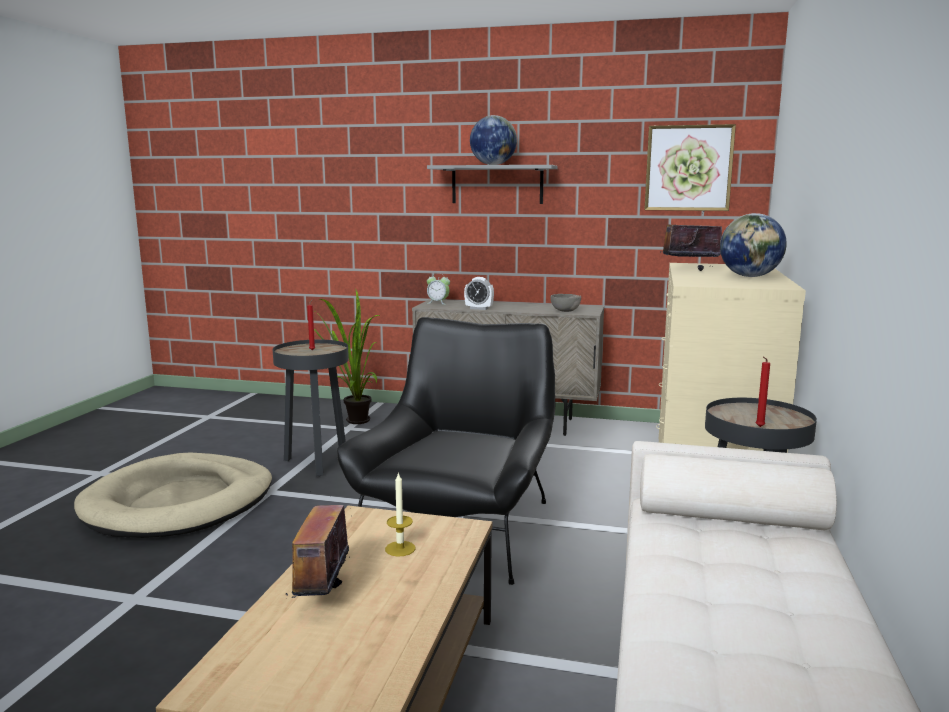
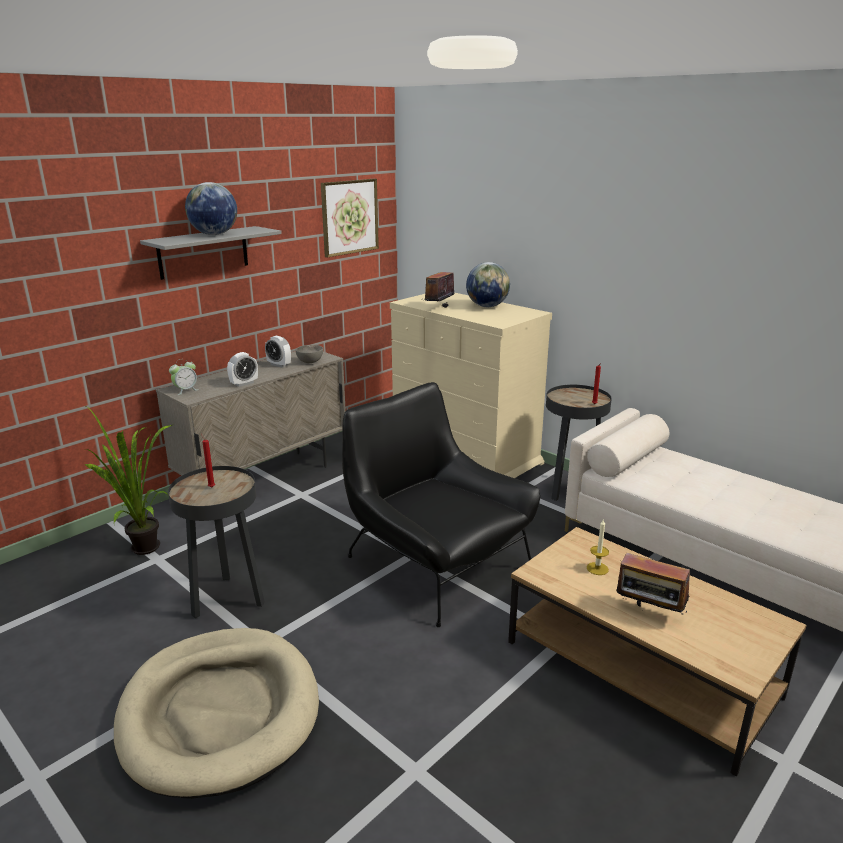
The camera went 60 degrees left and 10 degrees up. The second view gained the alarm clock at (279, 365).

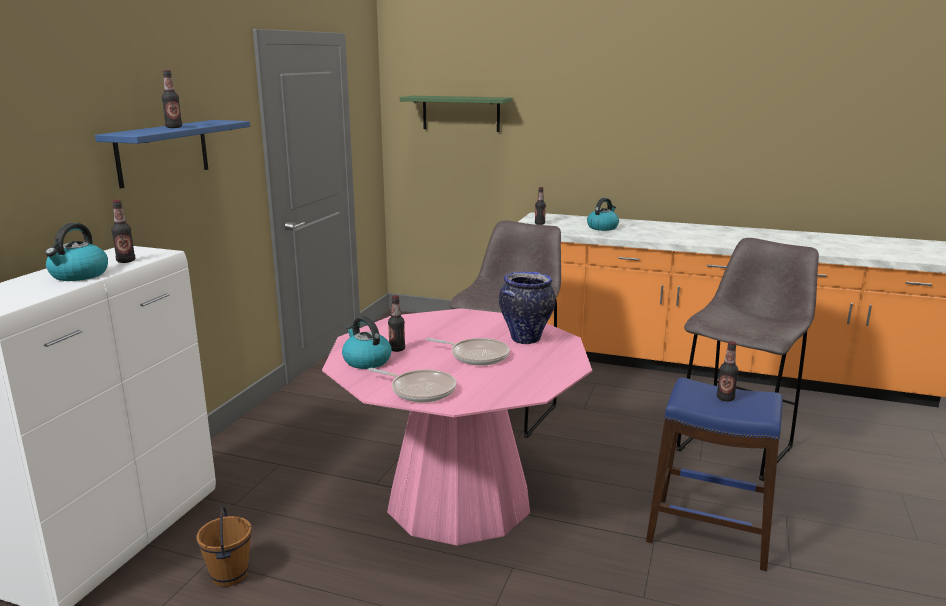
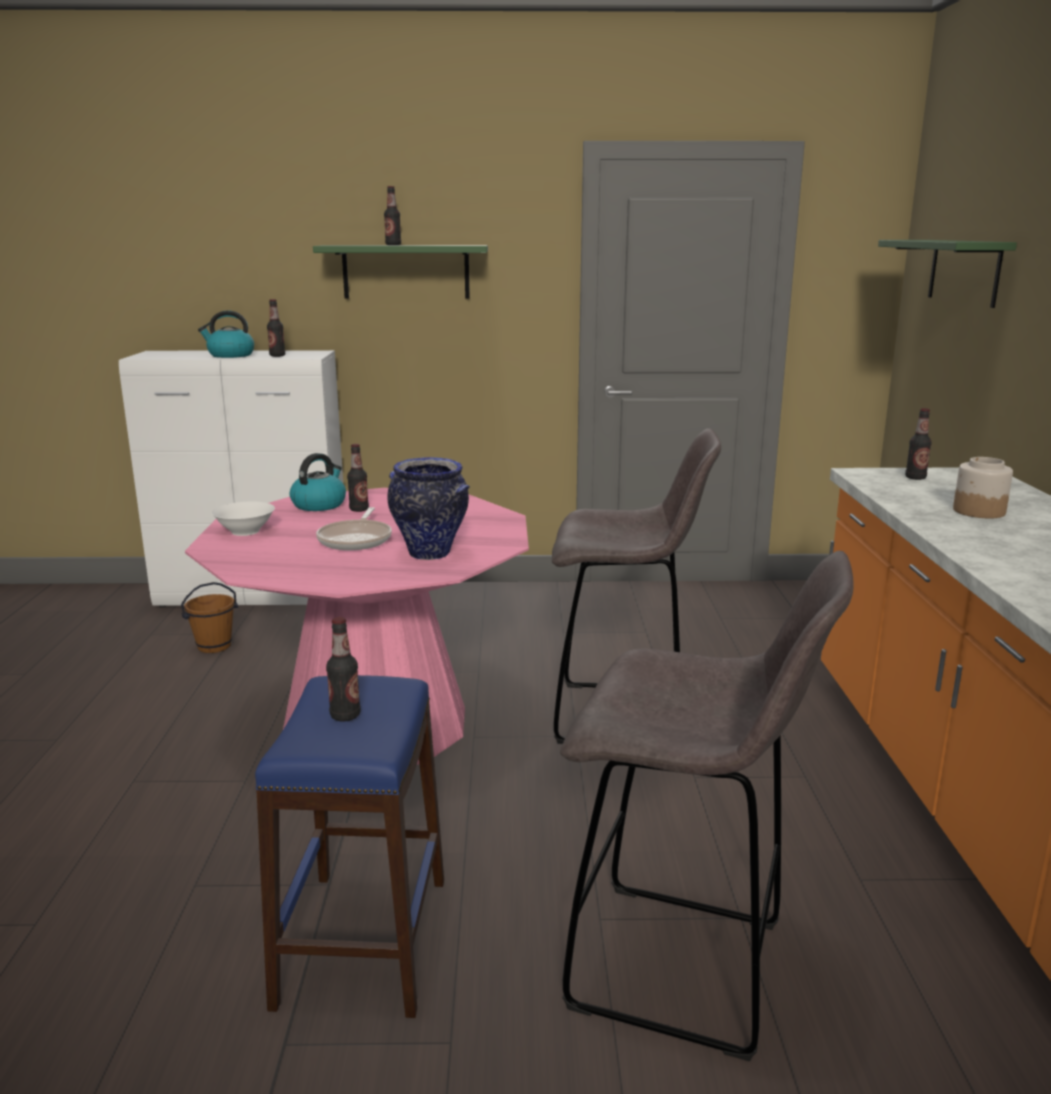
The camera went 70 degrees right and 0 degrees up. Where the skillet stood at (420, 390), the white deep dish came to stand at (246, 531). What was the bluish bracket shelf at (163, 152) turned into the green bracket shelf at (406, 272). Where the water kettle stood at (602, 227), the preserve jar came to stand at (978, 511).

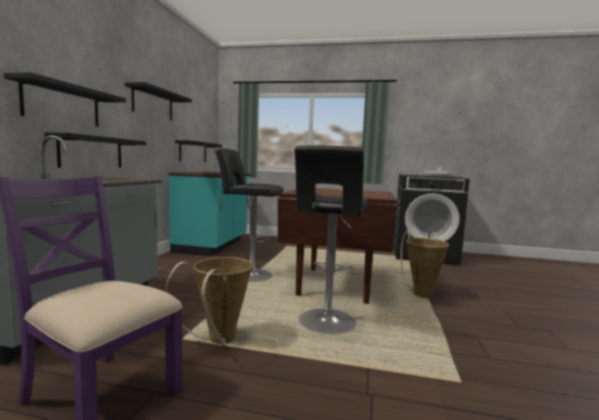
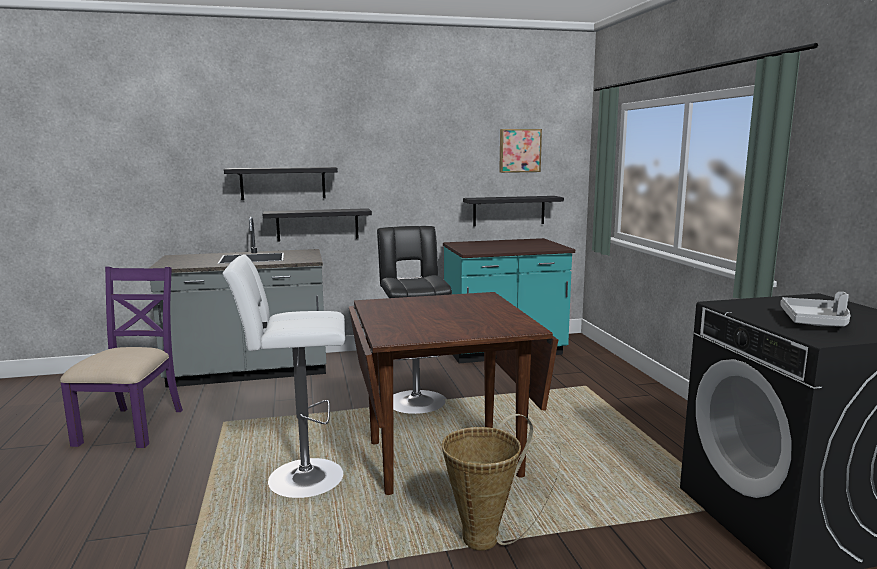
The camera went 65 degrees right and 5 degrees up. What was the black sitting stool at (326, 323) turned into the white sitting stool at (299, 478). The second view gained the wall art at (519, 150). The second view lost the black bracket shelf at (153, 104). The second view lost the household basket at (217, 341).

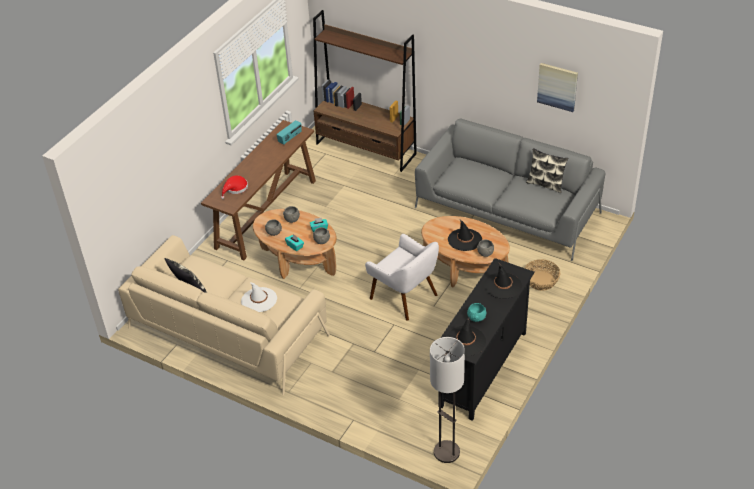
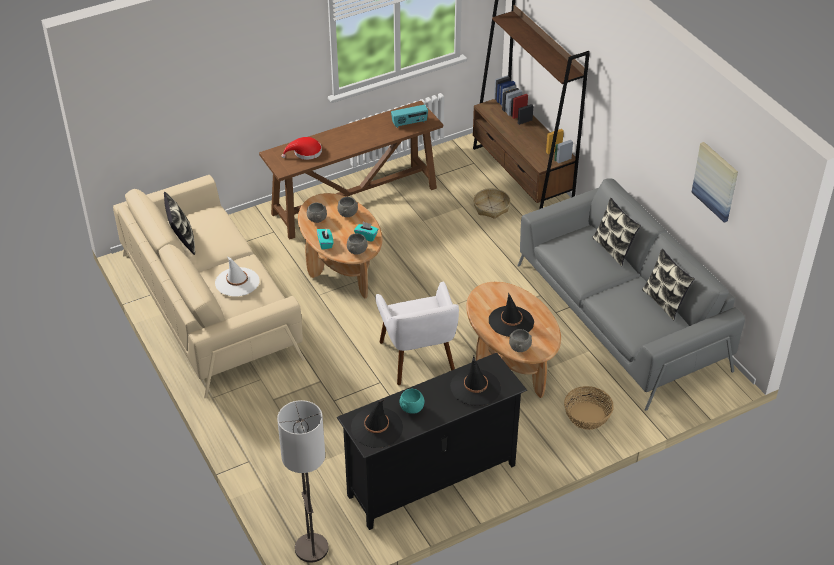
The camera went 30 degrees right and 0 degrees up. The second view gained the household basket at (491, 207). The second view gained the throw pillow at (613, 249).

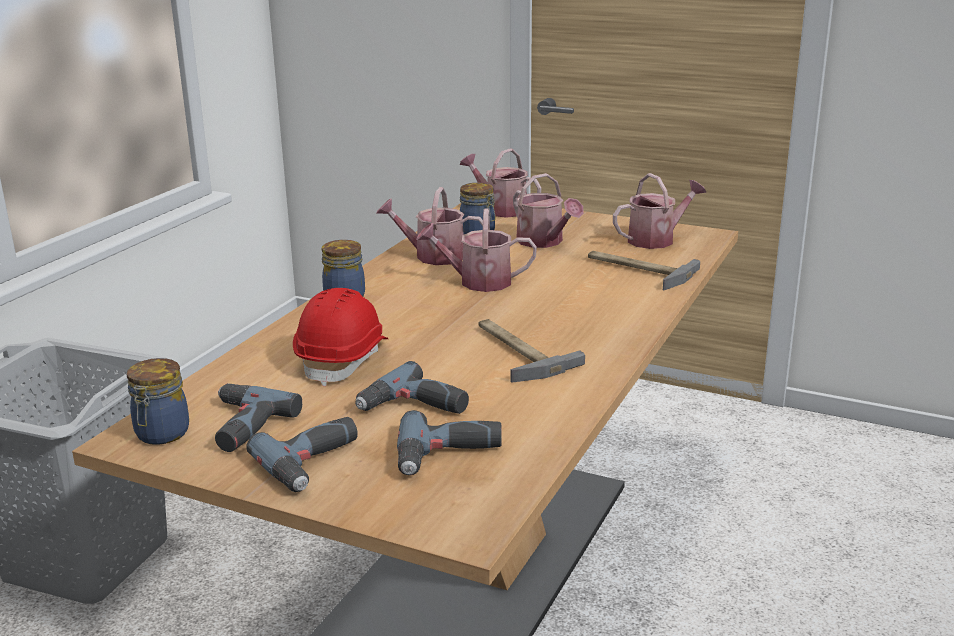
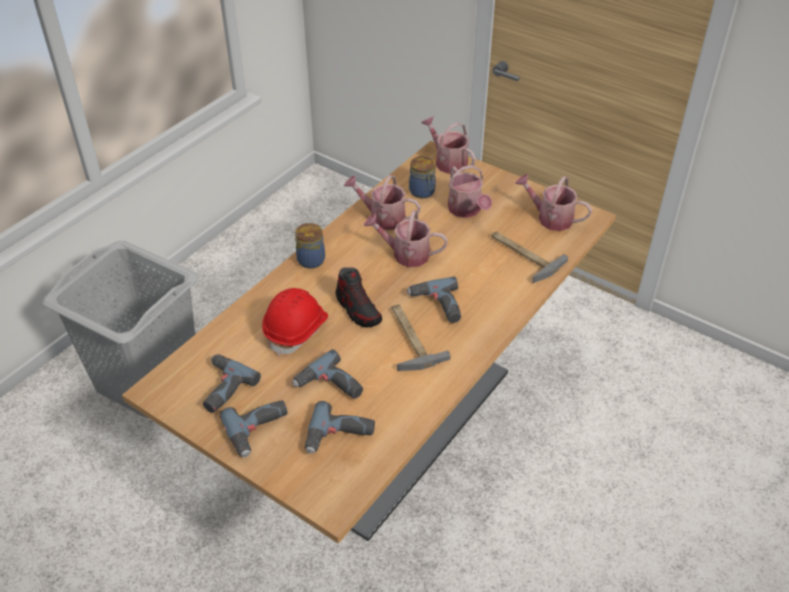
The camera went 10 degrees right and 20 degrees up. The second view gained the item of footwear at (358, 309). The second view gained the electric drill at (436, 306). The sprinkling can at (656, 239) ended up facing another way, 135 degrees counterclockwise from before. The second view lost the preserve jar at (161, 434).

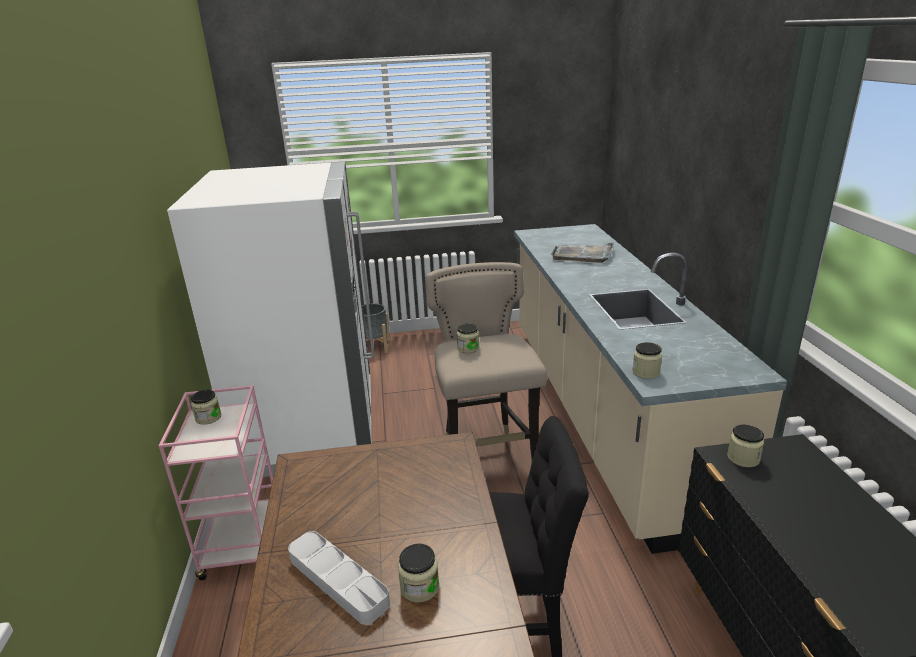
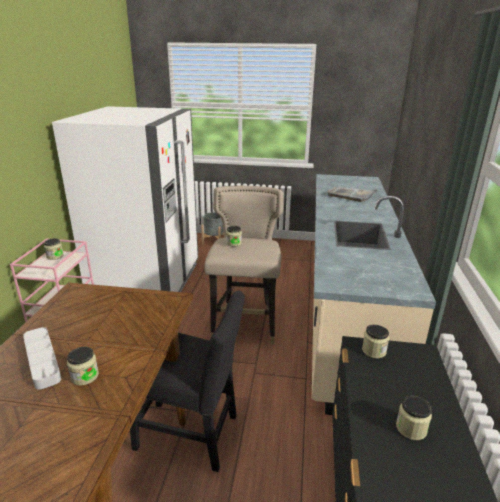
The camera went 15 degrees right and 0 degrees up. The preserve jar ended up elsewhere, having gone from (646, 372) to (411, 428).

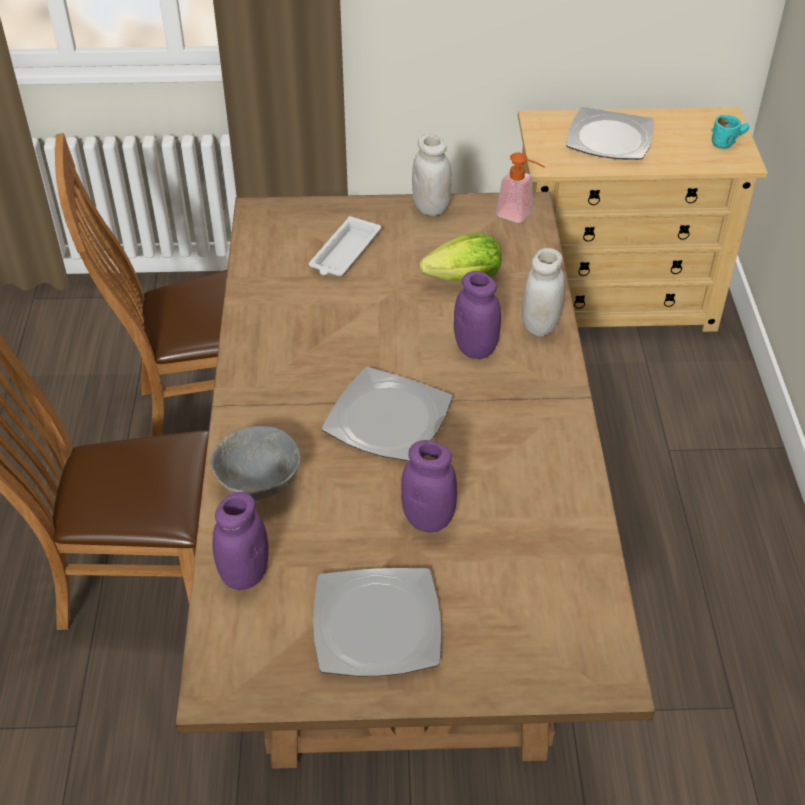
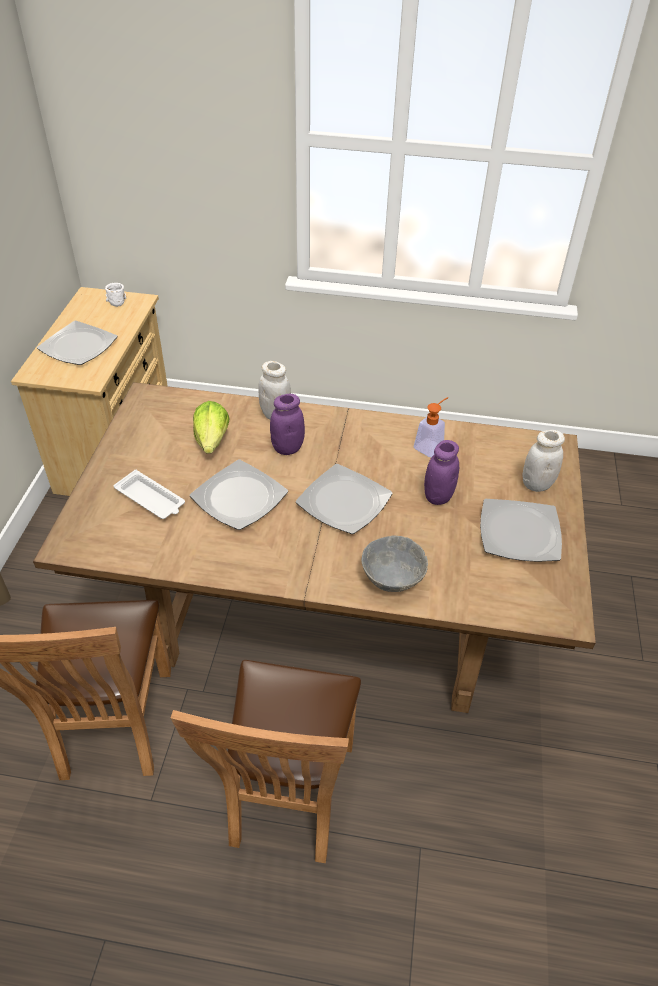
The camera went 80 degrees left and 0 degrees up. What was the turquoise-coloured tea mug at (728, 141) turned into the white tea mug at (116, 300). The second view gained the plate at (239, 498). The soap dispenser ended up elsewhere, having gone from (520, 215) to (431, 445). The white preserve jar ended up elsewhere, having gone from (431, 208) to (536, 484). The second view lost the purple preserve jar at (244, 574).

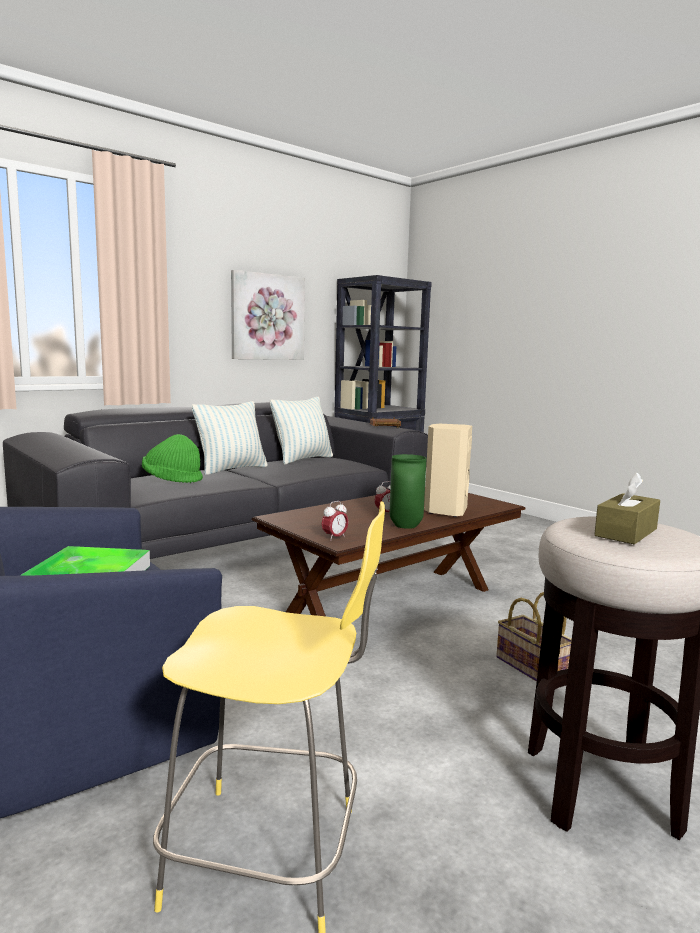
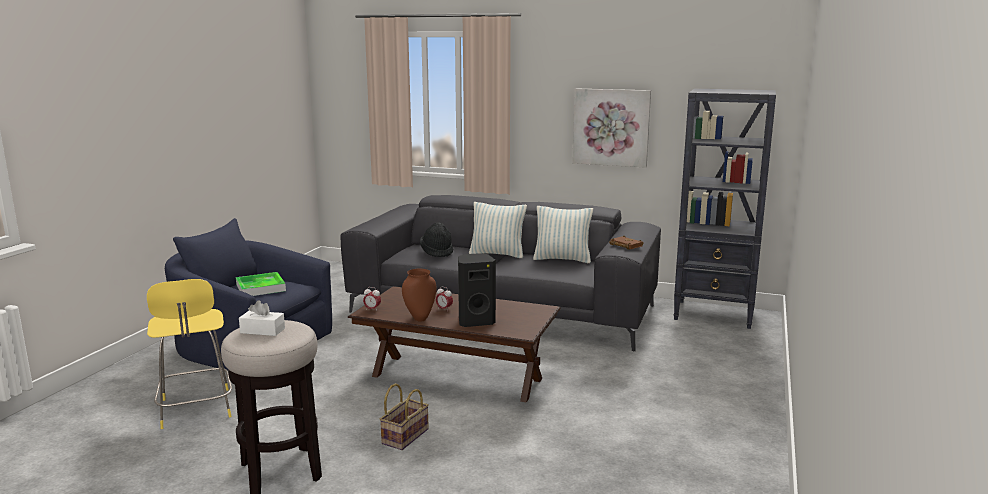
The camera went 60 degrees right and 5 degrees up. What was the brownish tissue box at (626, 532) turned into the white tissue box at (262, 331). What was the green flower vase at (404, 526) turned into the brownish flower vase at (420, 318). What was the green clothing hat at (172, 480) turned into the black clothing hat at (437, 252). What was the beige loudspeaker at (445, 511) turned into the black loudspeaker at (475, 321).

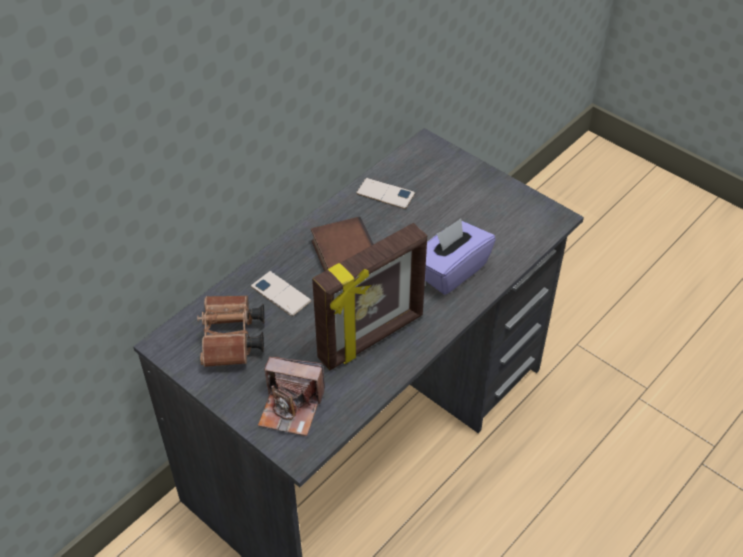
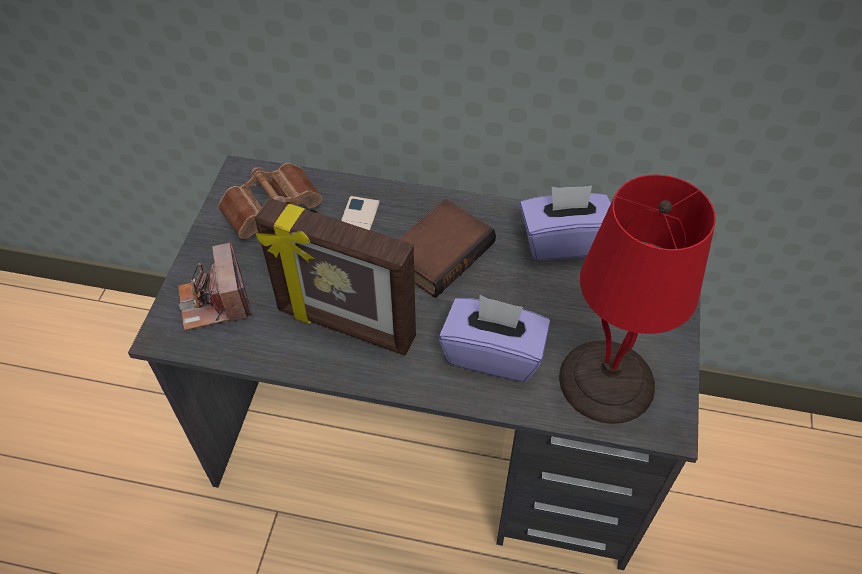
The camera went 60 degrees right and 5 degrees up. Where the phone stood at (385, 194), the purple tissue box came to stand at (563, 241). The second view gained the reddish tabletop lamp at (608, 382).

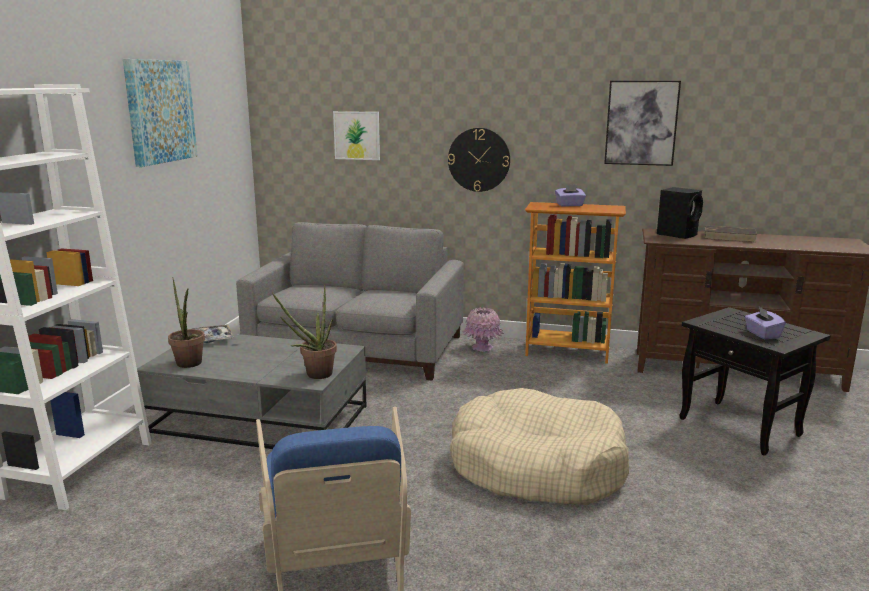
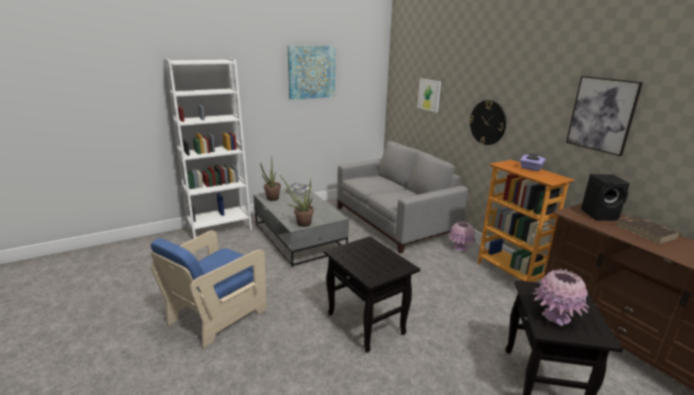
The camera went 45 degrees right and 5 degrees up. Where the beige dog cushion stood at (537, 466), the black end table came to stand at (367, 324). Where the purple tissue box stood at (762, 334), the pinkish flower vase came to stand at (556, 317).

